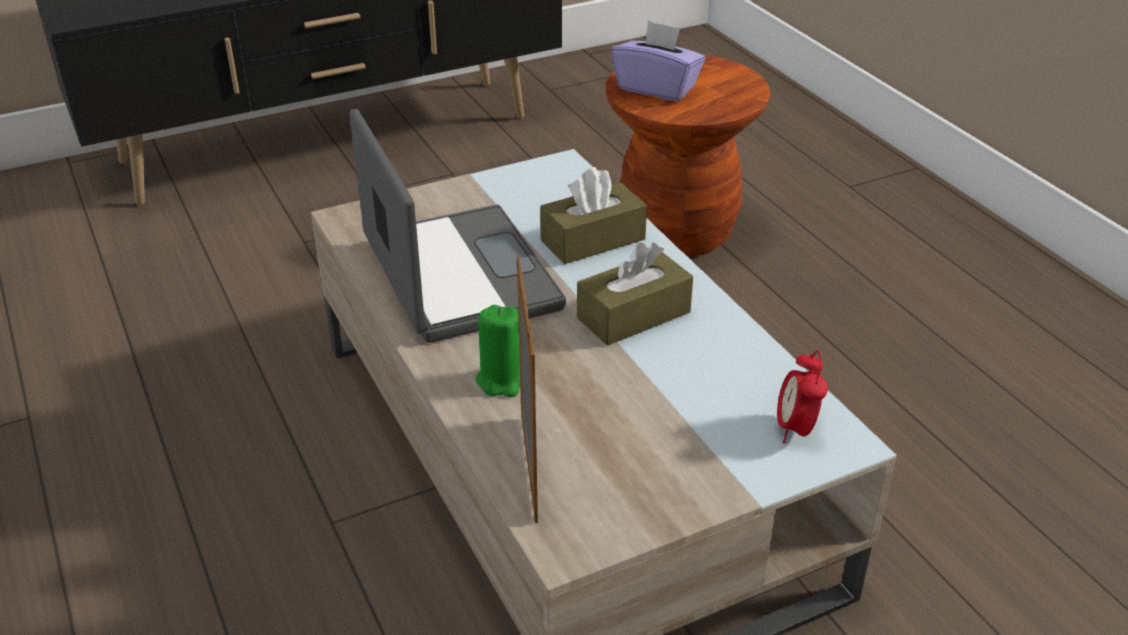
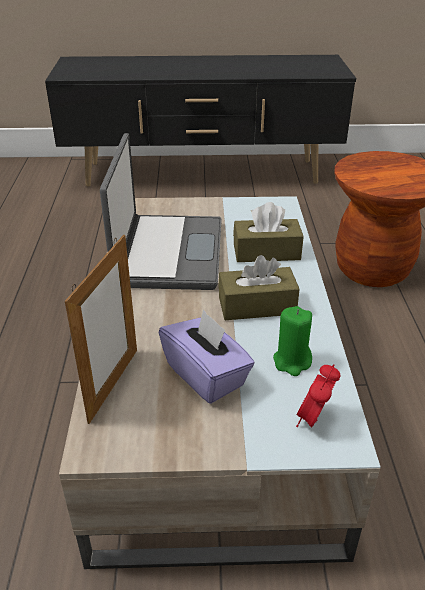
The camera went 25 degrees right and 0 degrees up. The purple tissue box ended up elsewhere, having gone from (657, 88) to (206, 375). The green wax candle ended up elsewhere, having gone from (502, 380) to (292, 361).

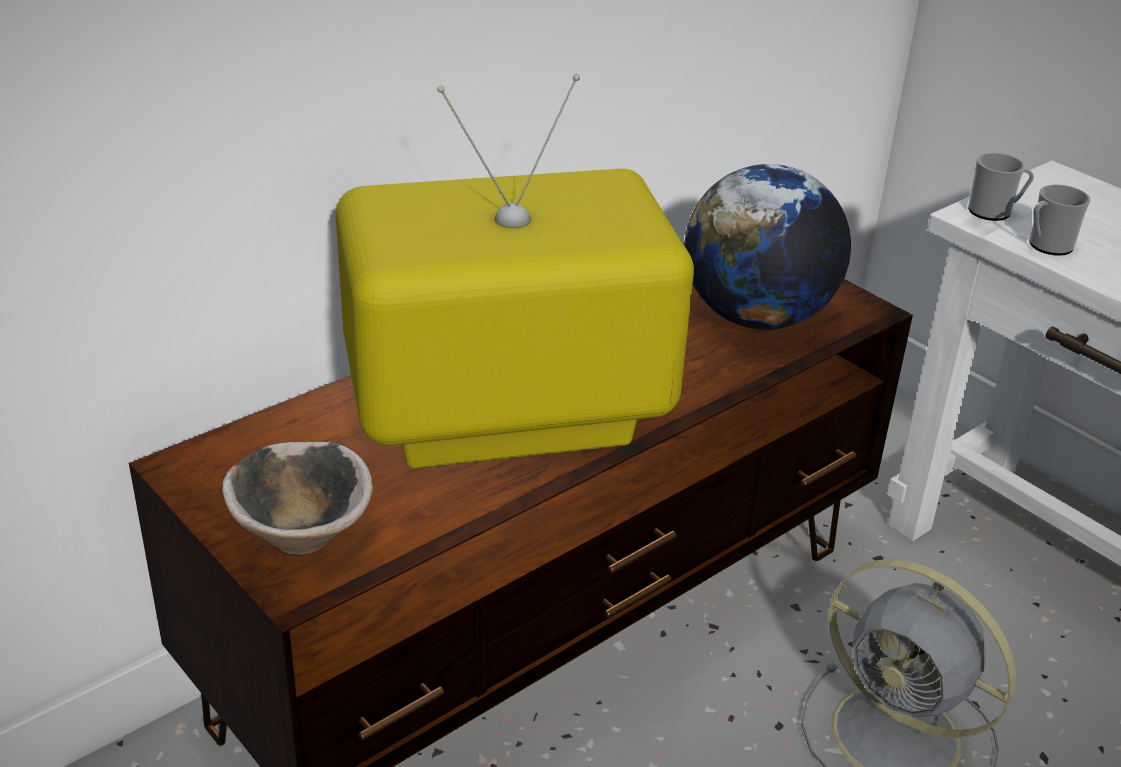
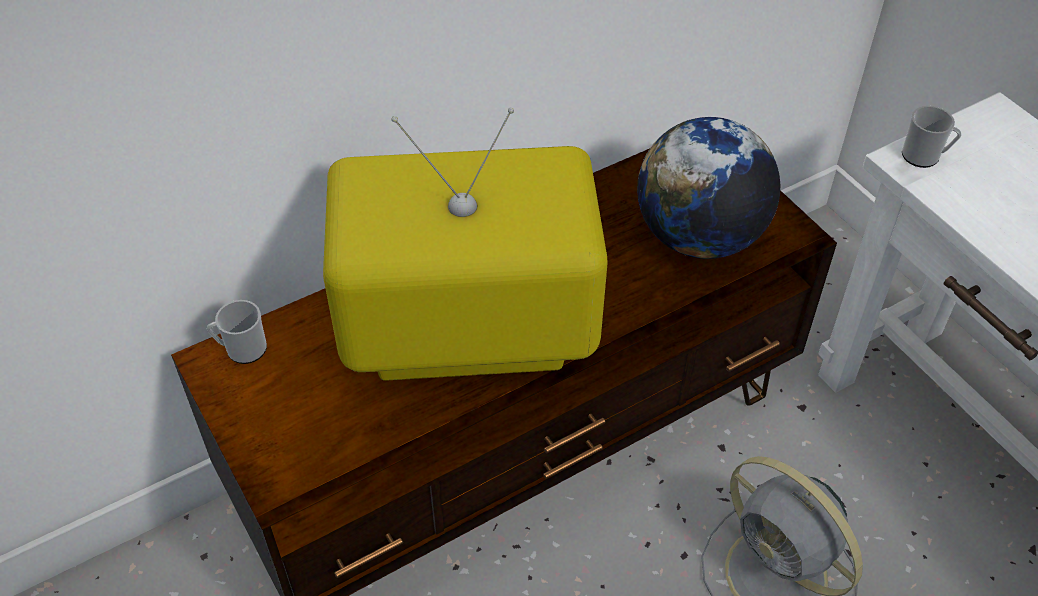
The camera went 10 degrees right and 15 degrees up. The tea mug ended up elsewhere, having gone from (1046, 246) to (242, 349). The second view lost the deep dish at (302, 533).

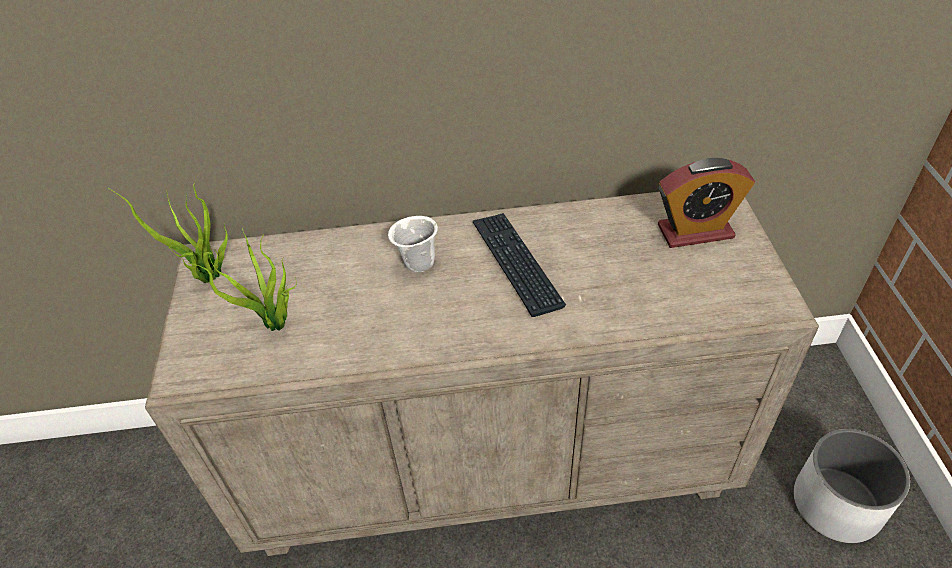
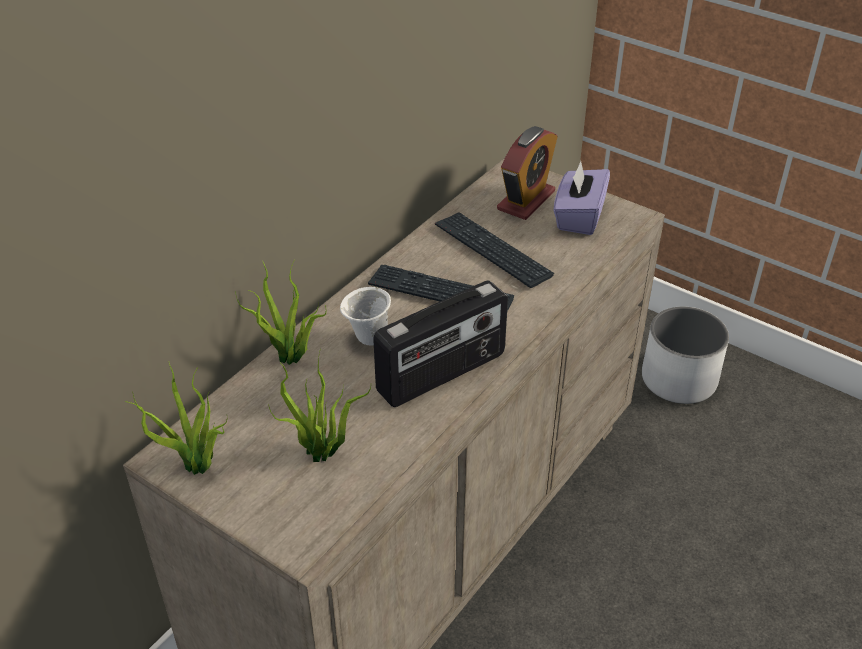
The camera went 50 degrees left and 5 degrees down. The second view gained the houseplant at (290, 359). The second view gained the radio set at (442, 374). The second view gained the PC keyboard at (492, 251). The second view gained the purple tissue box at (578, 217).

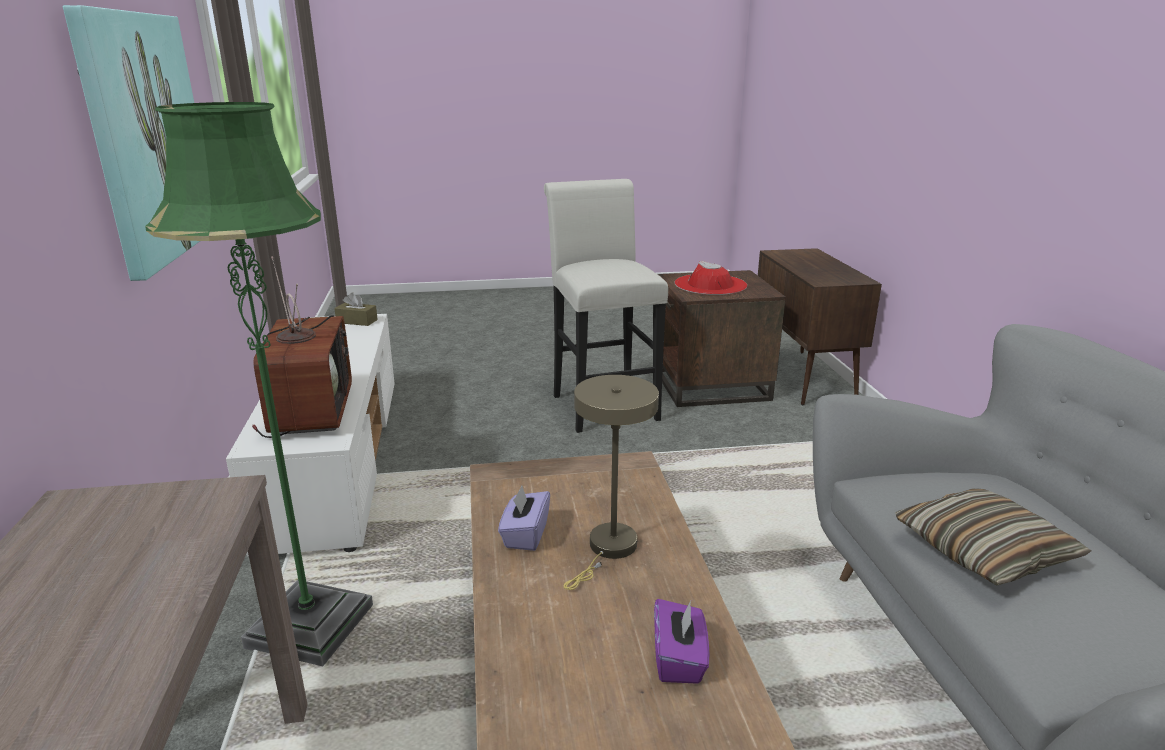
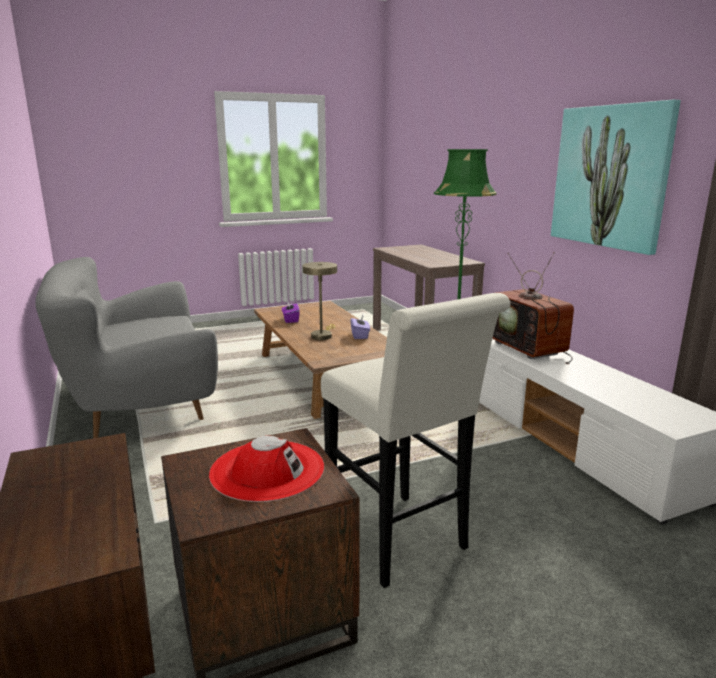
The camera went 165 degrees right and 5 degrees down. The second view lost the brownish tissue box at (357, 321). The second view lost the throw pillow at (983, 551).

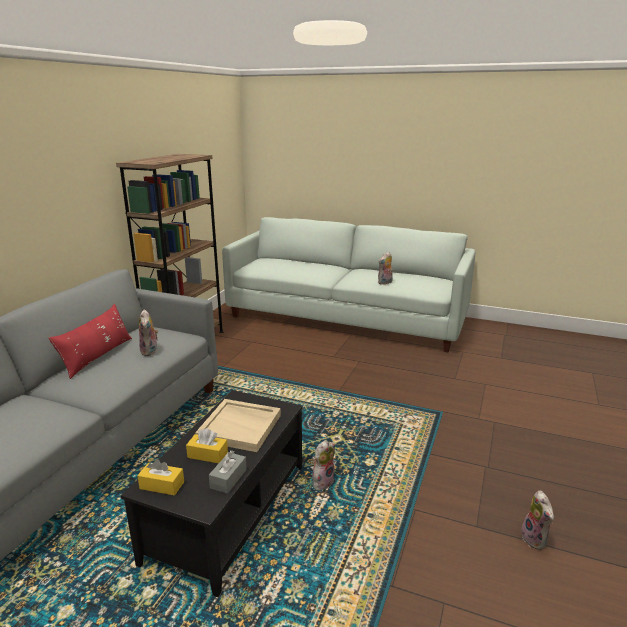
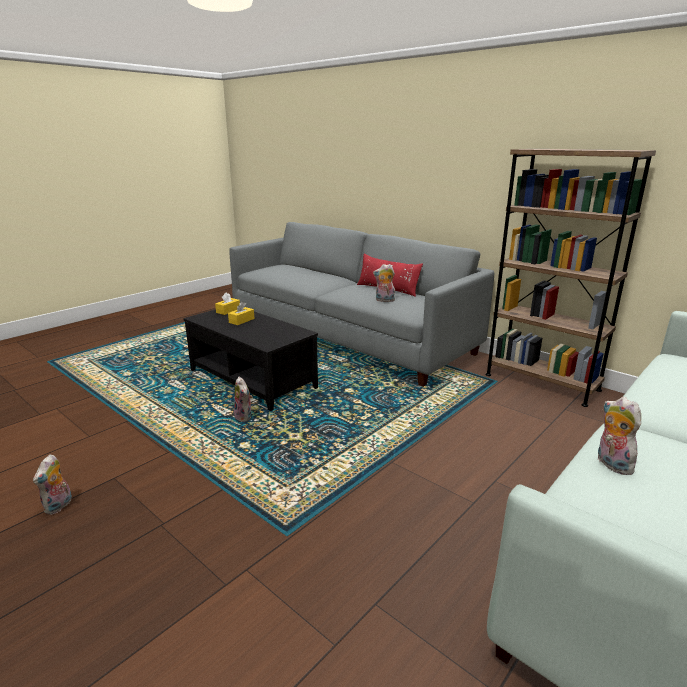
The camera went 110 degrees right and 0 degrees up. The plush toy at (536, 539) ended up facing another way, 90 degrees counterclockwise from before. The second view lost the beige carrying tray at (240, 427). The second view lost the grey tissue box at (228, 479).

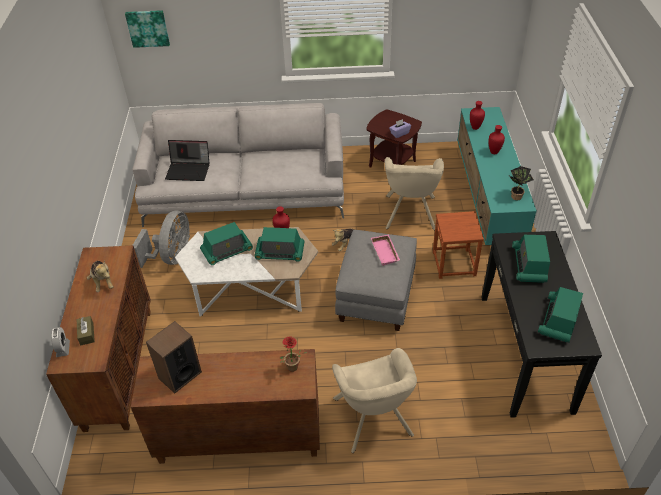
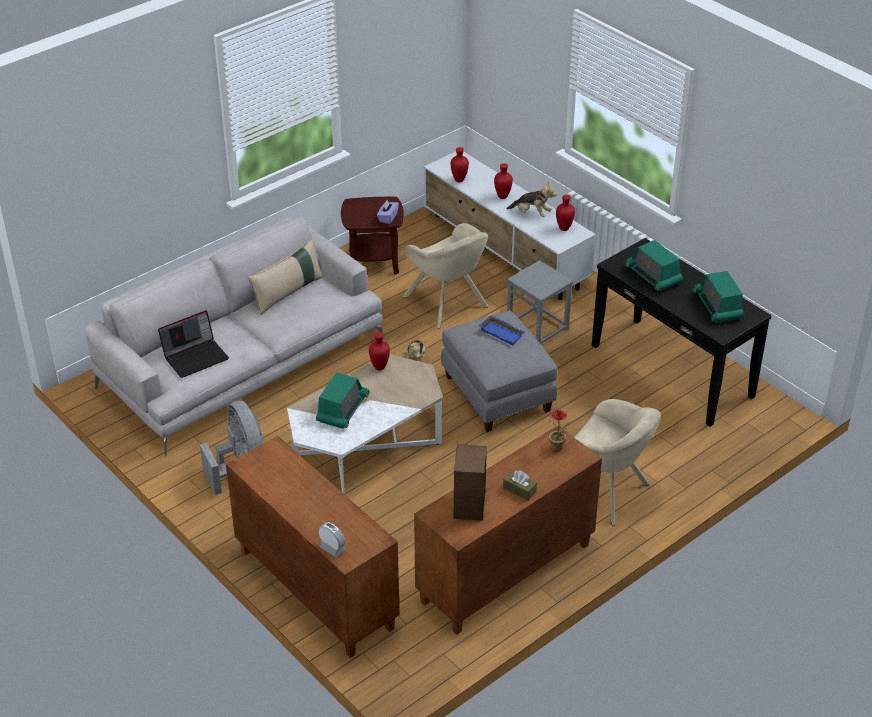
The camera went 40 degrees left and 5 degrees down. The second view gained the beige throw pillow at (287, 293). What was the turquoise-coloured tv stand at (488, 197) turned into the white tv stand at (505, 252). What was the pinkish carrying tray at (386, 252) turned into the bluish carrying tray at (503, 332). The brownish tissue box ended up elsewhere, having gone from (87, 334) to (519, 490). The plush toy ended up elsewhere, having gone from (103, 282) to (531, 213). What was the brownish sitting stool at (454, 263) turned into the grey sitting stool at (538, 328). Where the houseplant stood at (516, 195), the reddish flower vase came to stand at (564, 228). The second view lost the wall art at (148, 28). The second view lost the radio set at (280, 252).

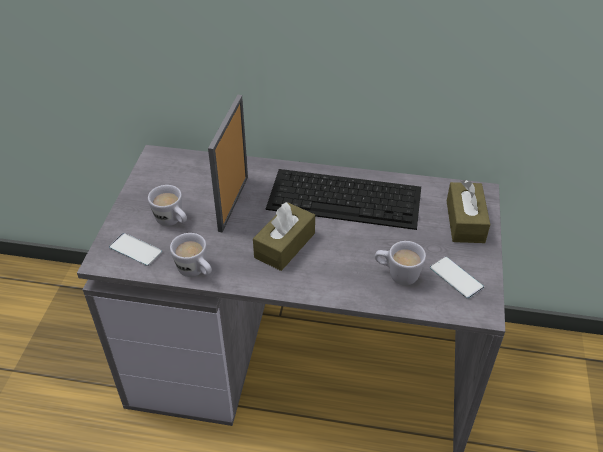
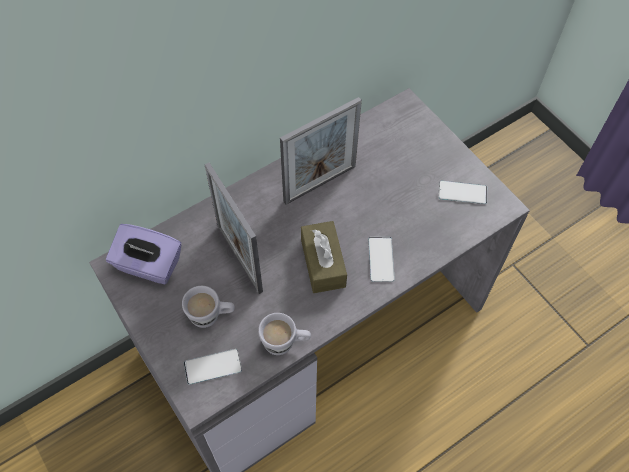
The camera went 45 degrees left and 15 degrees up. The second view gained the purple tissue box at (148, 265). Where the PC keyboard stood at (346, 198), the standing frame came to stand at (320, 184). The second view gained the phone at (381, 259). The second view lost the white tea mug at (397, 275). The second view lost the brownish tissue box at (465, 221).

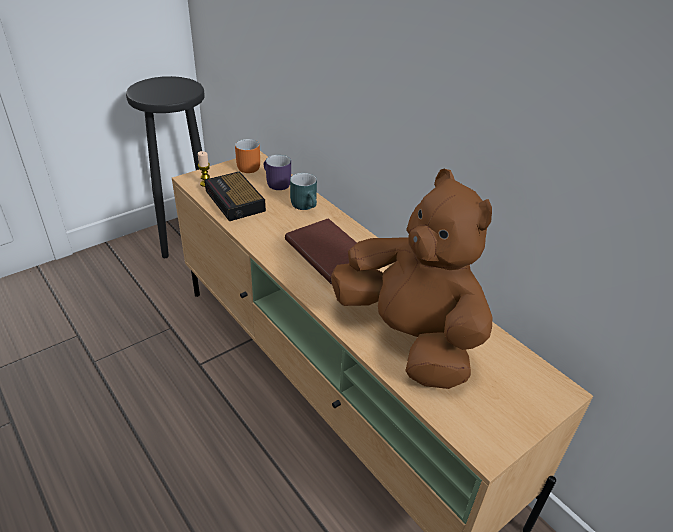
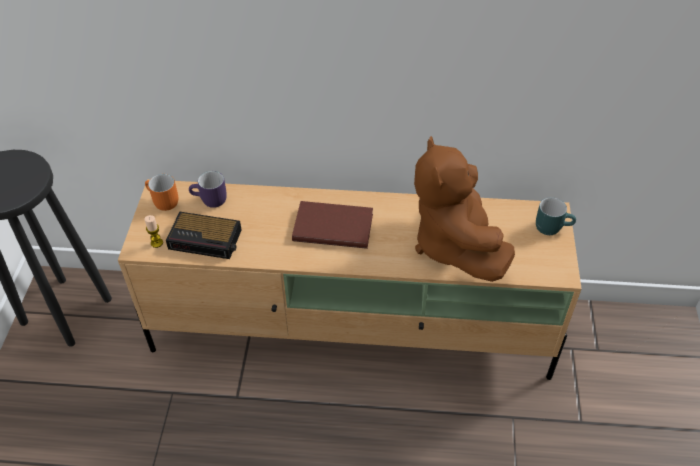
The camera went 45 degrees left and 10 degrees up. The brownish plush toy at (409, 337) ended up facing another way, 105 degrees counterclockwise from before. The turquoise-coloured tea mug ended up elsewhere, having gone from (307, 206) to (552, 226).

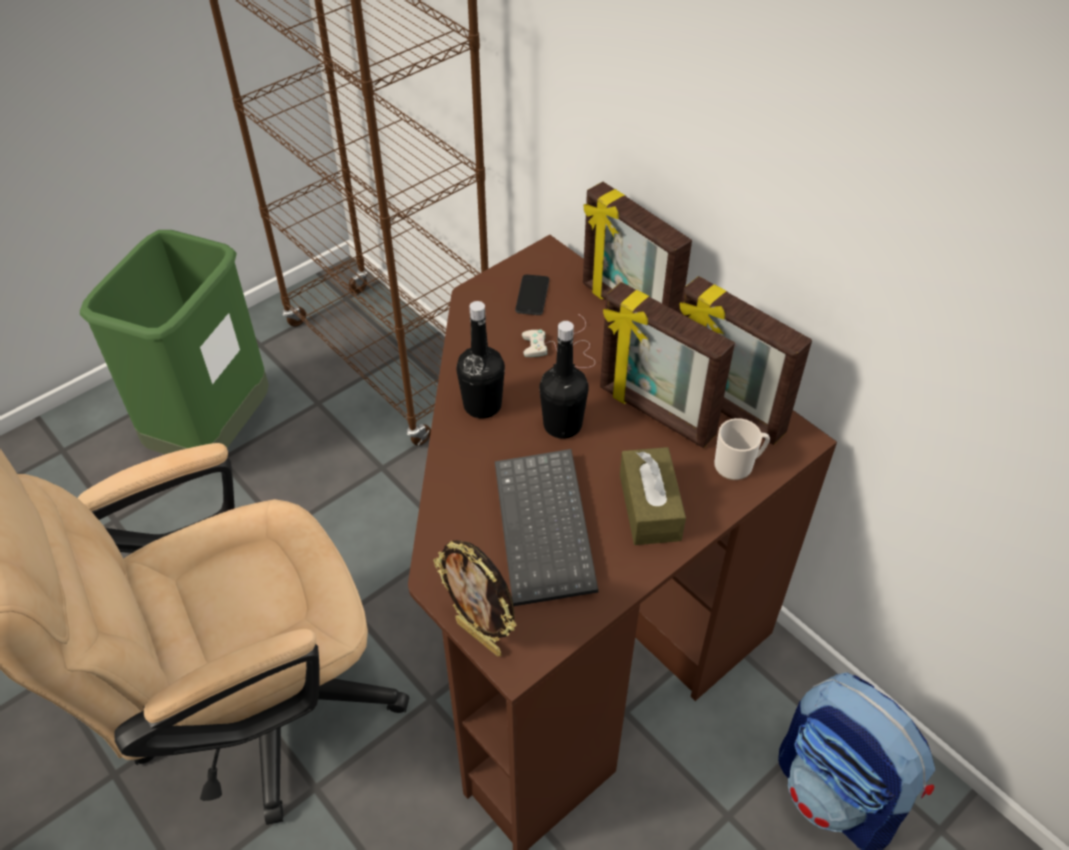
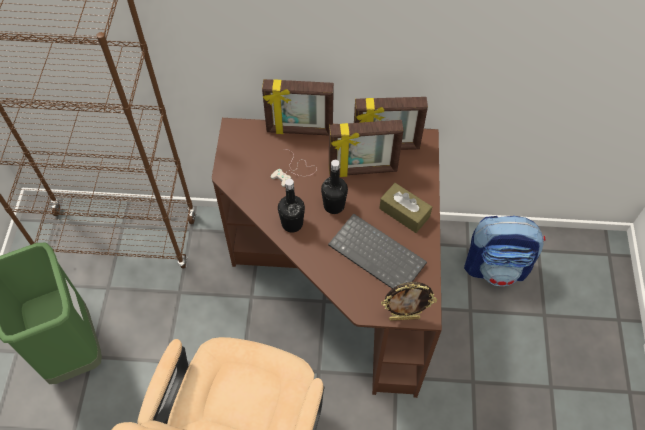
The camera went 45 degrees left and 10 degrees up. The second view lost the phone at (532, 295). The second view lost the tea mug at (737, 465).

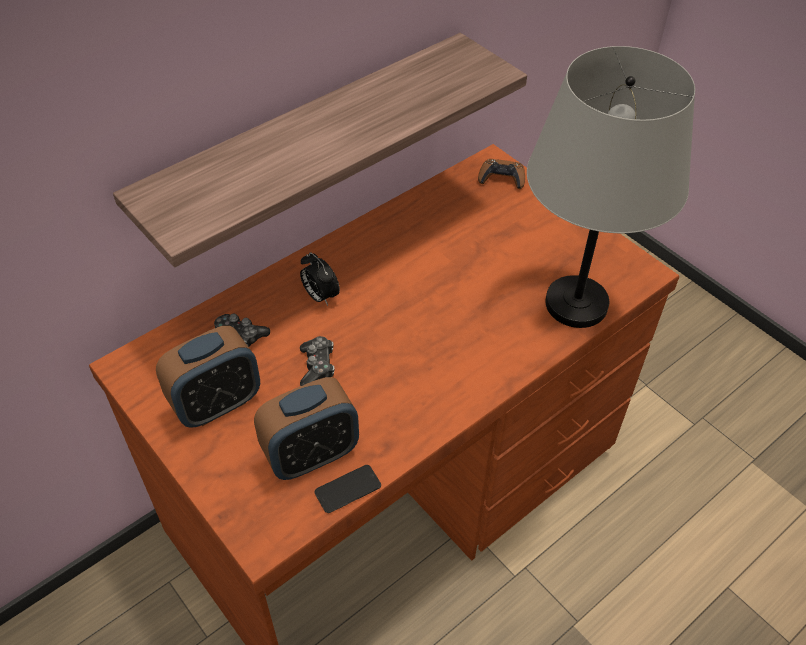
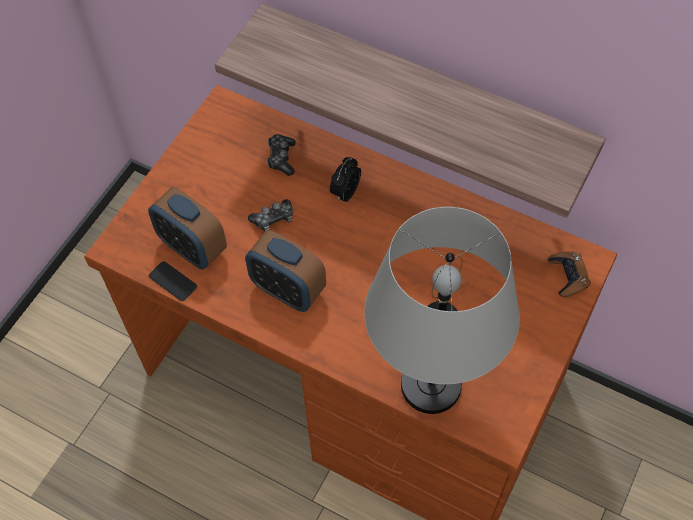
The camera went 70 degrees right and 10 degrees up. The alarm clock ended up elsewhere, having gone from (217, 404) to (288, 290).

